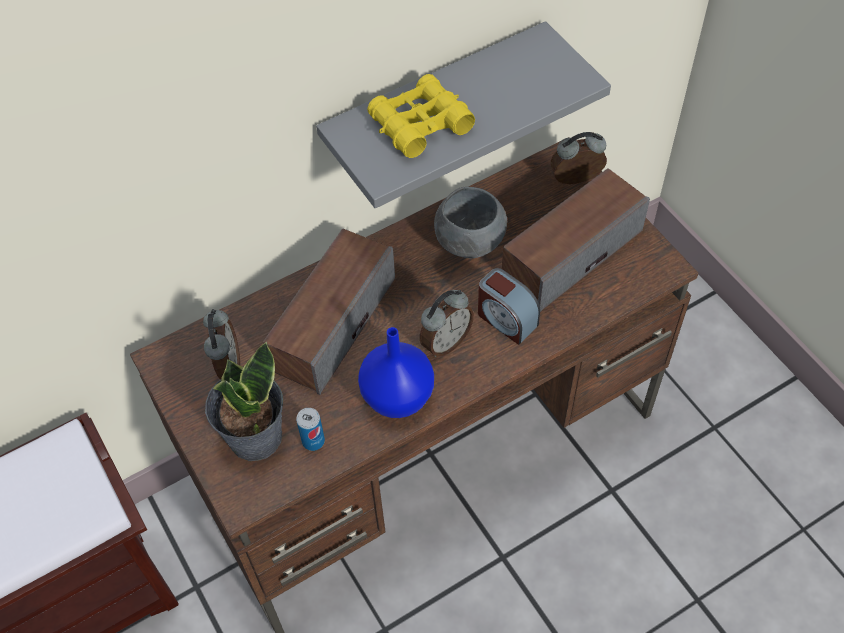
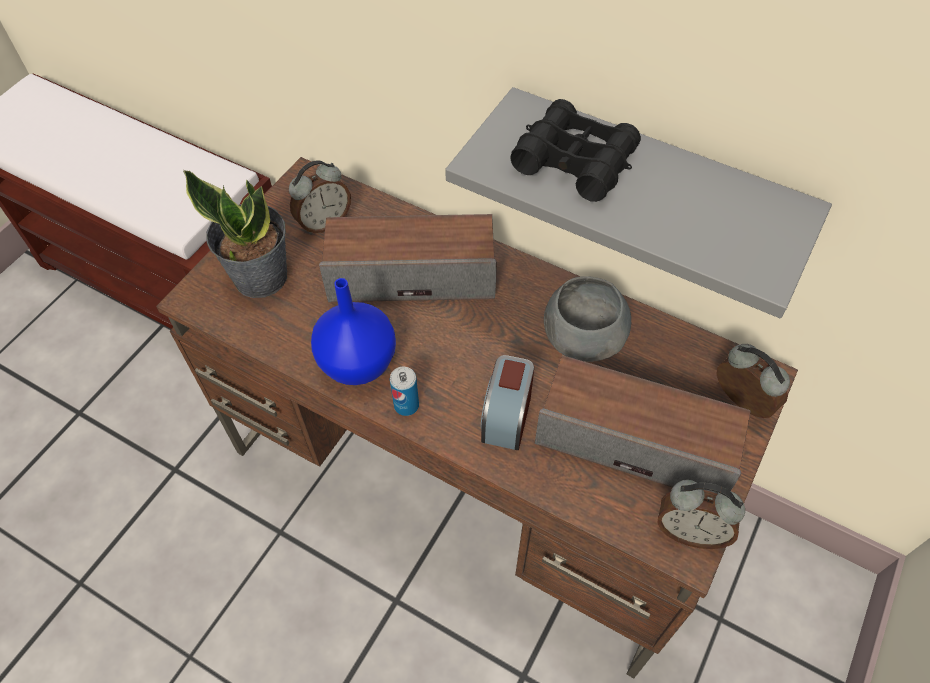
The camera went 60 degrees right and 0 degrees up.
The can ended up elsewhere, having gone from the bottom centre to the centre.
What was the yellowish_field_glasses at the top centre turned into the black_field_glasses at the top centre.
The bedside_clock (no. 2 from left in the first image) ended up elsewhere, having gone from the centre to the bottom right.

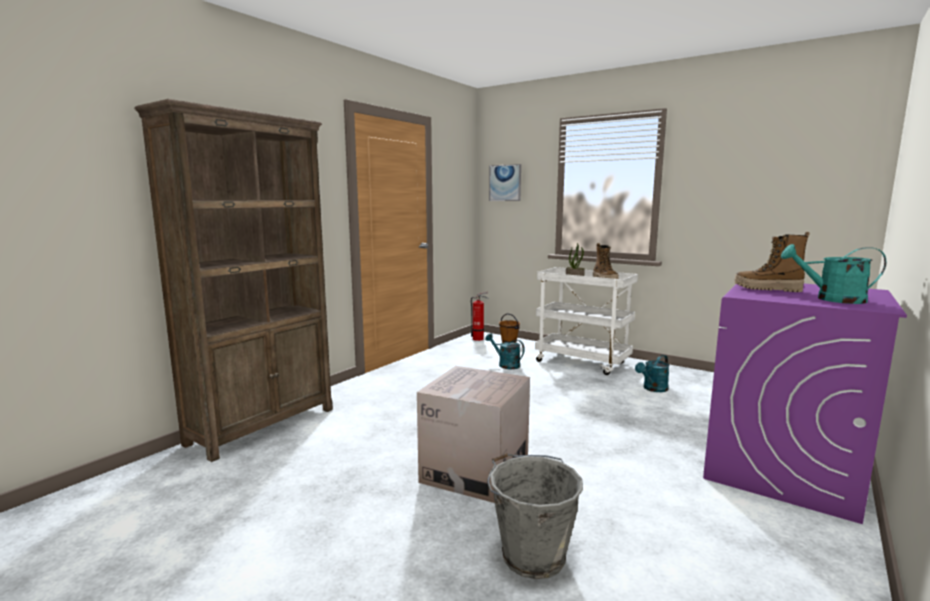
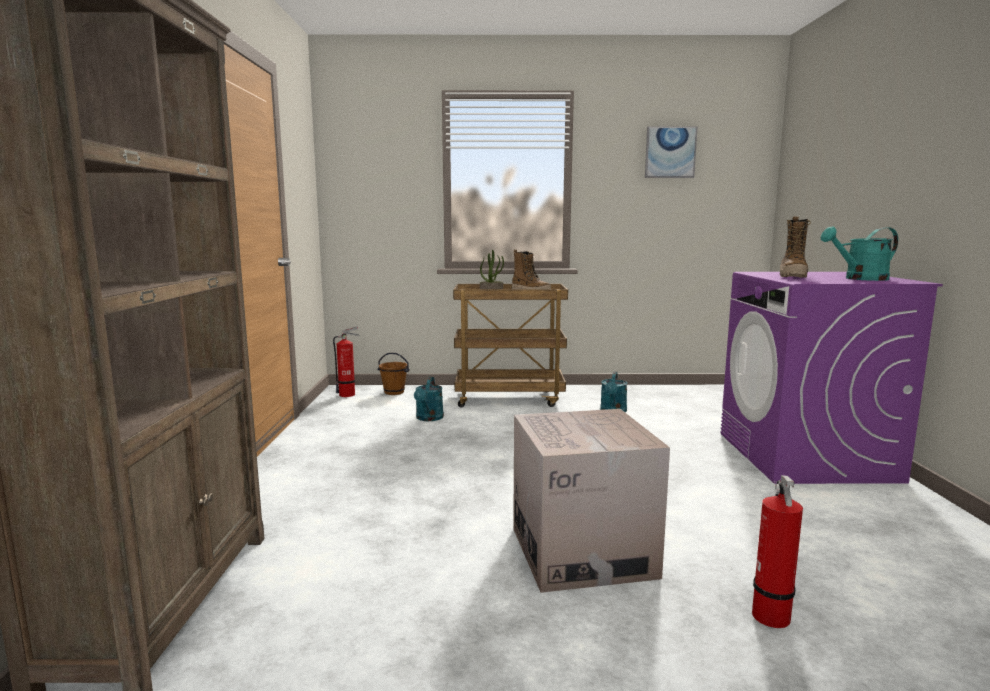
The camera went 35 degrees left and 0 degrees up.
The blue-green_watering_can (no. 1 from left) at the centre ended up facing another way, 90 degrees counterclockwise from before.
Where the gray_pail stood at the bottom centre, the extinguisher (no. 2 from left) came to stand at the bottom right.
The wall_picture ended up elsewhere, having gone from the top centre to the top right.
What was the white-coloured_cart at the centre turned into the brown-coloured_cart at the centre.
The high-top_boot (no. 2 from left) at the middle right ended up facing another way, 60 degrees counterclockwise from before.

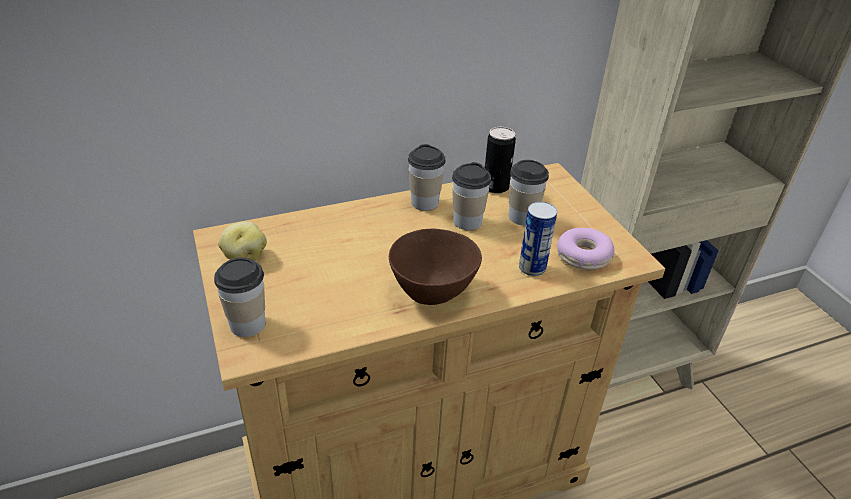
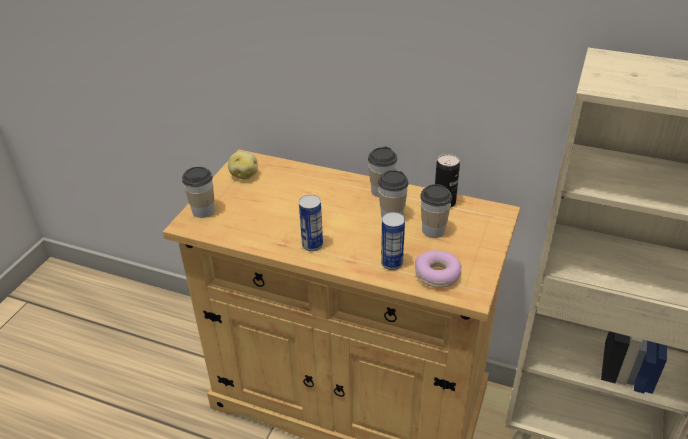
The camera went 45 degrees right and 0 degrees up.
Where the brown-coloured_deep_dish stood at the centre, the can (no. 1 from left) came to stand at the centre.

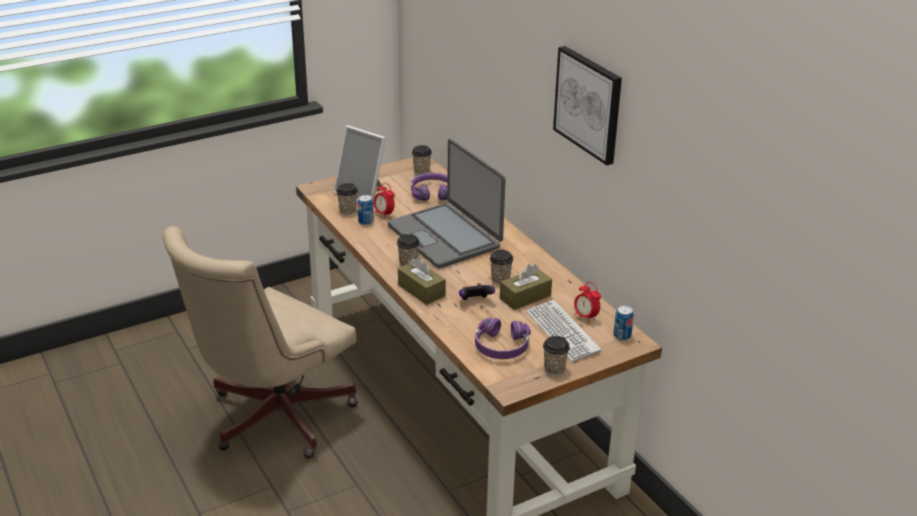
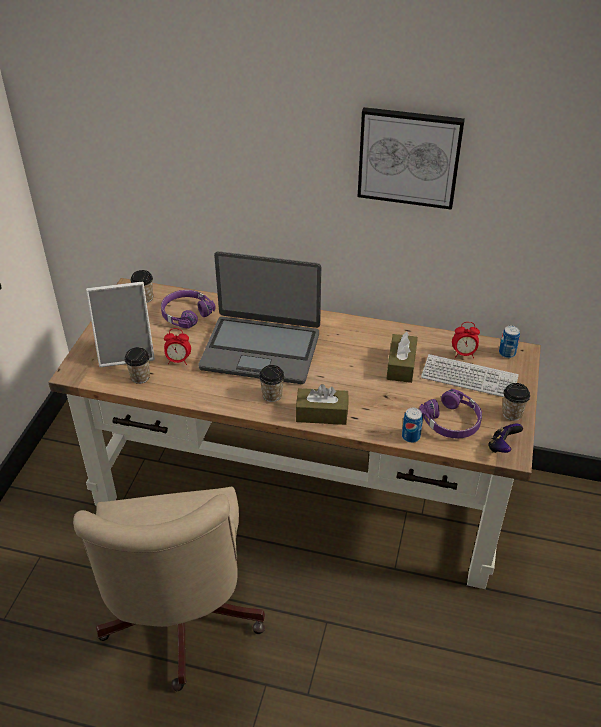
The camera went 45 degrees left and 10 degrees up.
The can (no. 1 from left) ended up elsewhere, having gone from the centre to the middle right.
The game_controller ended up elsewhere, having gone from the centre to the middle right.
The second view lost the drinking_cup (no. 4 from left) at the centre.

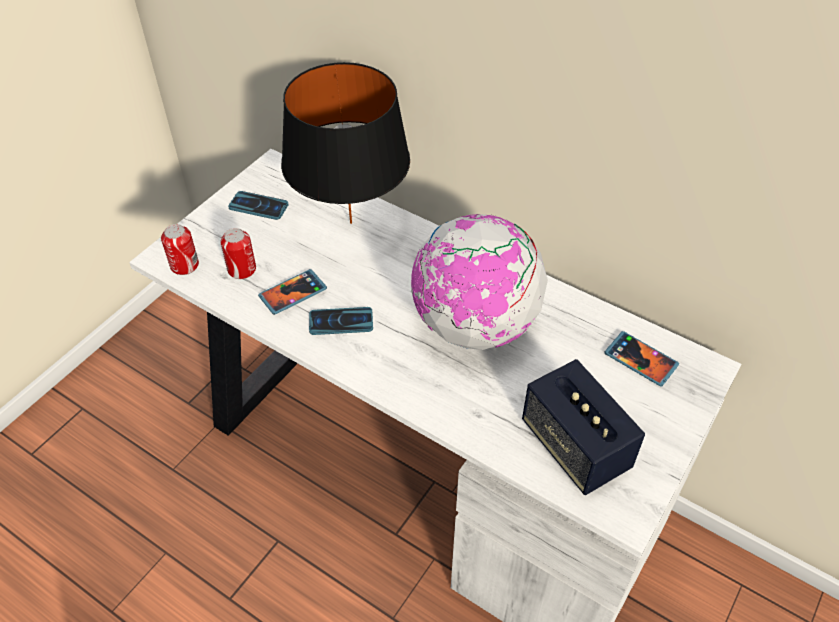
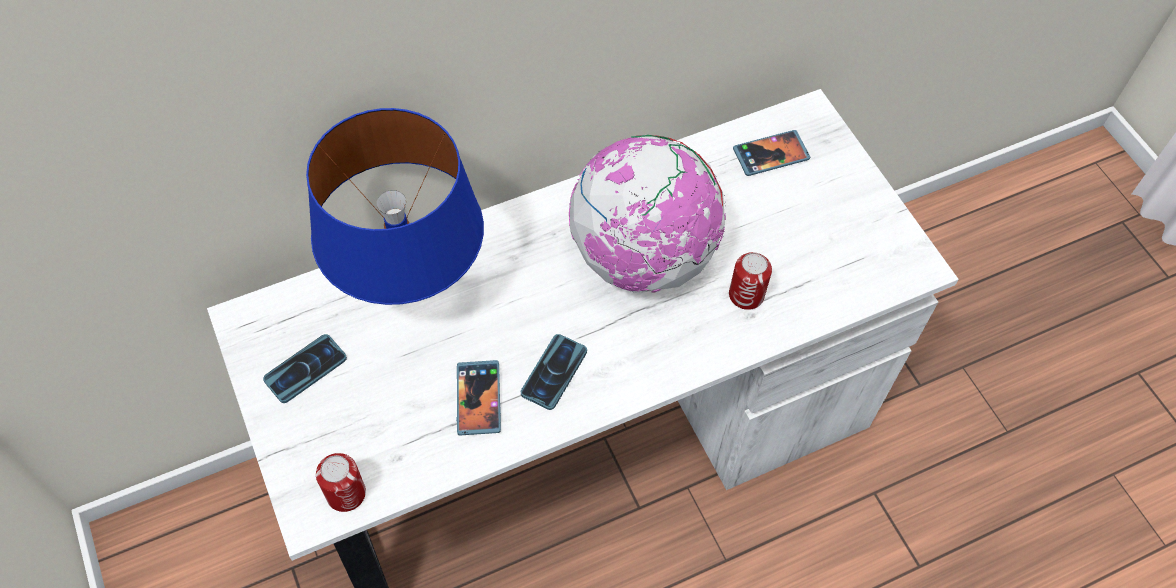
The camera went 60 degrees left and 10 degrees up.
The can (no. 2 from left) ended up elsewhere, having gone from the middle left to the centre.
What was the black_tabletop_lamp at the top centre turned into the blue_tabletop_lamp at the centre.
The second view lost the speaker at the bottom right.

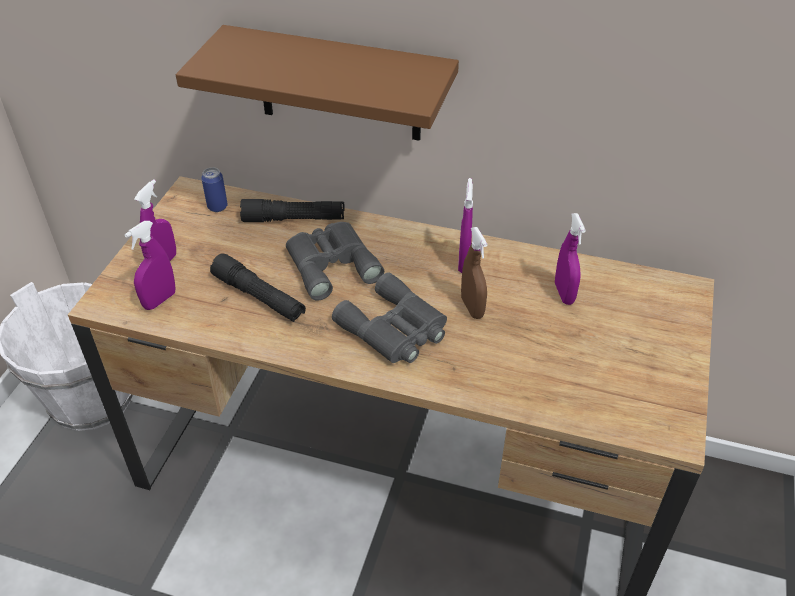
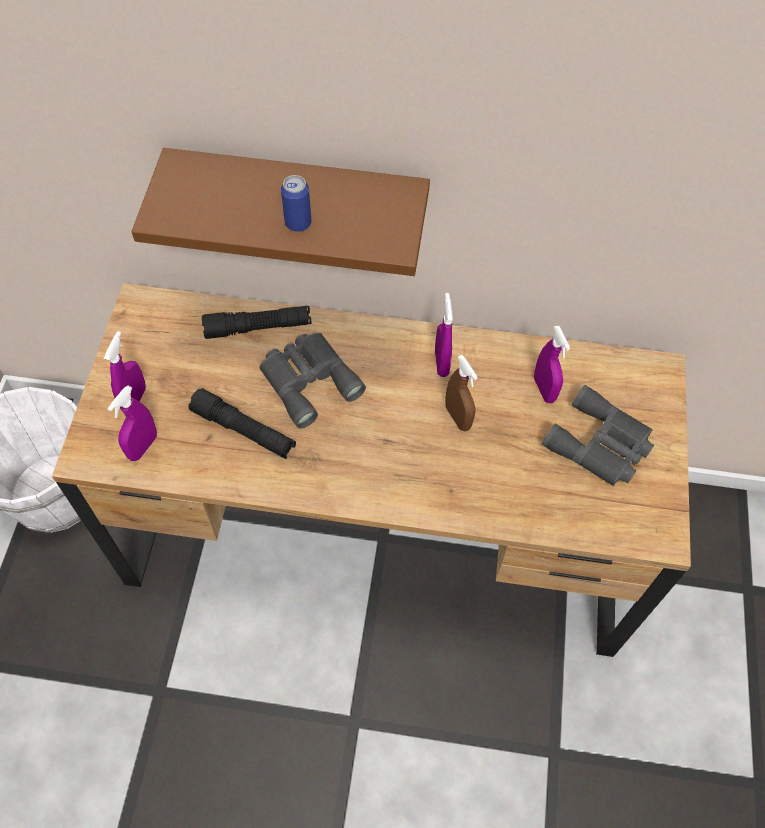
The camera went 10 degrees left and 15 degrees up.
The can ended up elsewhere, having gone from the top left to the top centre.
The gray_field_glasses (no. 2 from left) ended up elsewhere, having gone from the centre to the middle right.

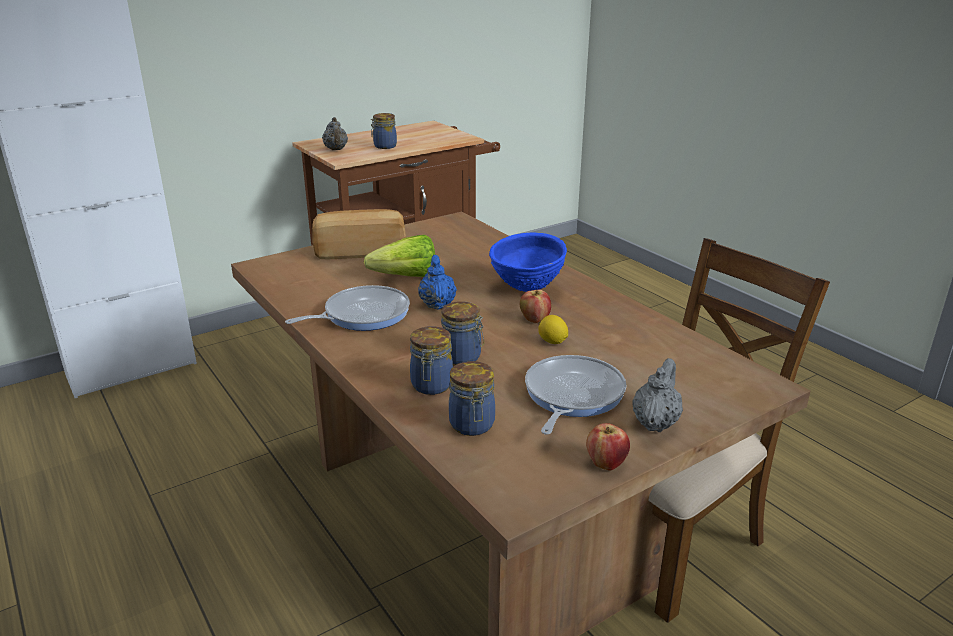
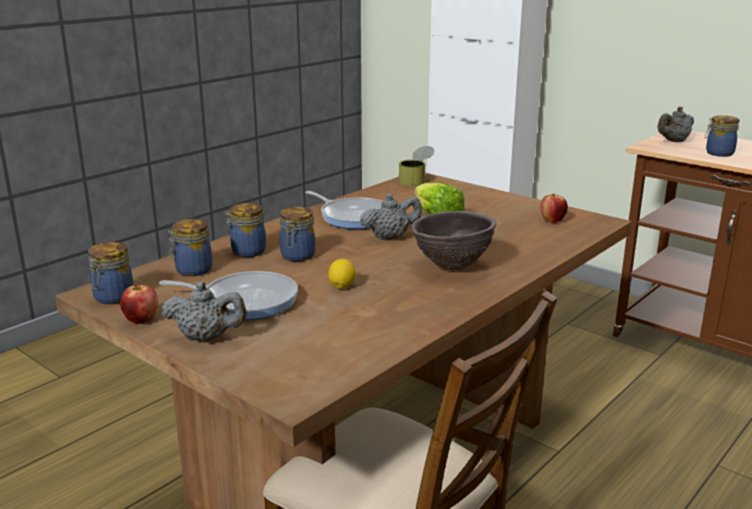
The camera went 75 degrees right and 5 degrees down.
The second view lost the baked_bread at the centre.
What was the blue_teapot at the centre turned into the gray_teapot (no. 2 from left) at the centre.
What was the blue_deep_dish at the centre turned into the brown-coloured_deep_dish at the centre.
The apple (no. 1 from left in the first image) ended up elsewhere, having gone from the centre to the middle right.
The second view gained the jar (no. 1 from left) at the middle left.
The second view gained the can at the top centre.

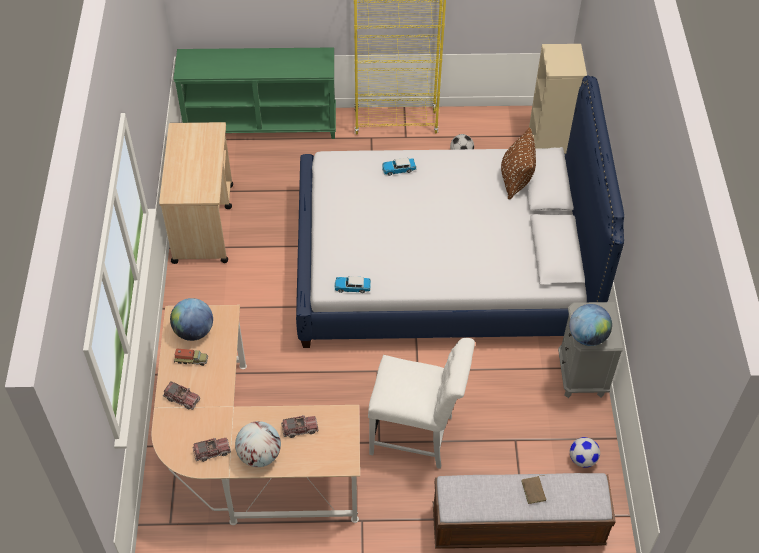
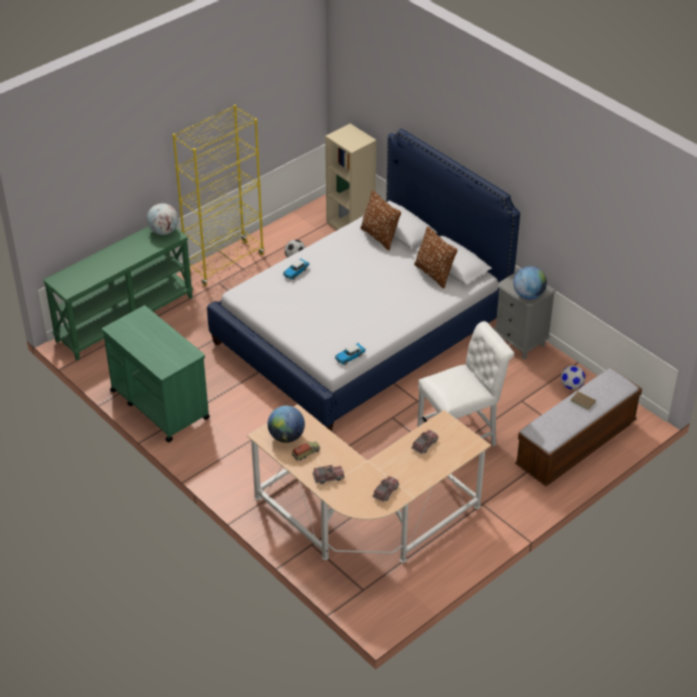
The camera went 40 degrees left and 10 degrees down.
What was the sand-coloured_cart at the middle left turned into the green_cart at the middle left.
The globe (no. 2 from left in the first image) ended up elsewhere, having gone from the bottom centre to the top left.
The second view gained the brown-coloured_throw_pillow (no. 2 from left) at the centre.

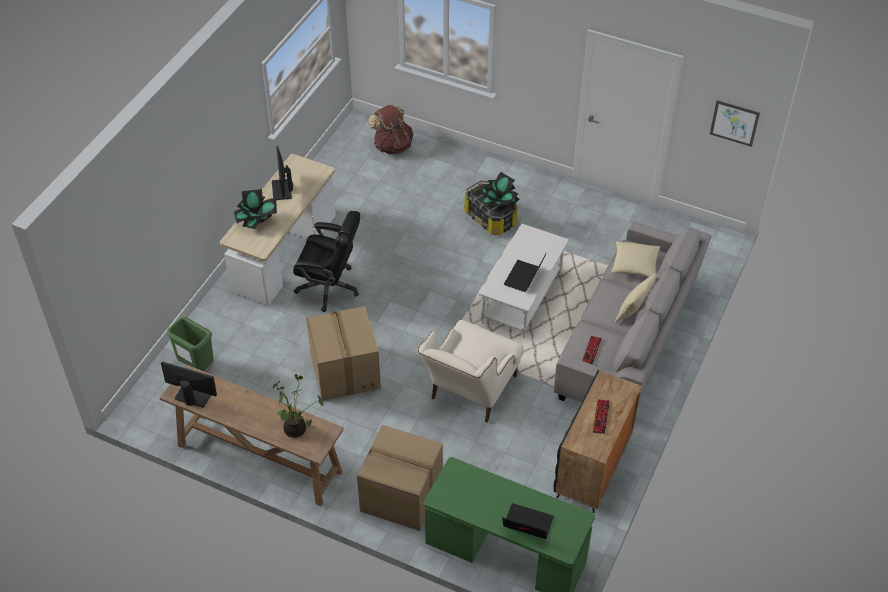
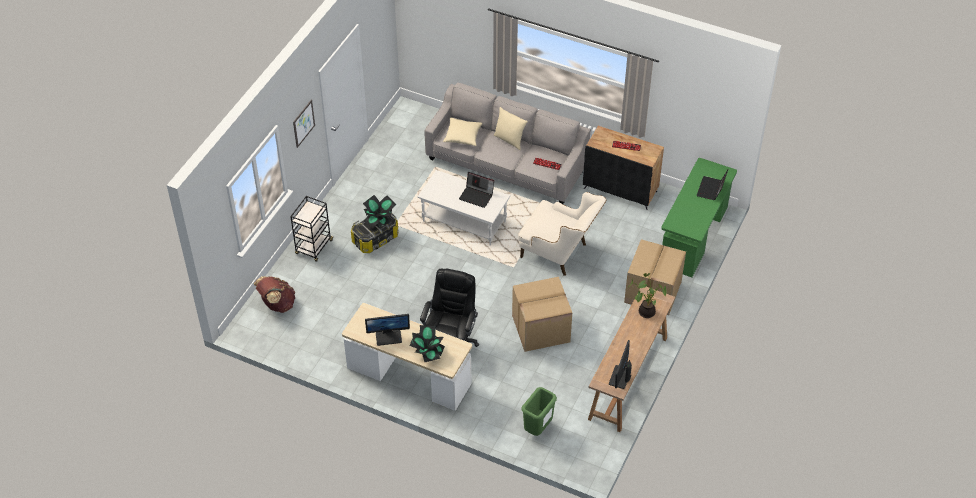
The camera went 90 degrees left and 0 degrees up.
The wall_picture ended up elsewhere, having gone from the top right to the top left.
The second view gained the black_cart at the middle left.

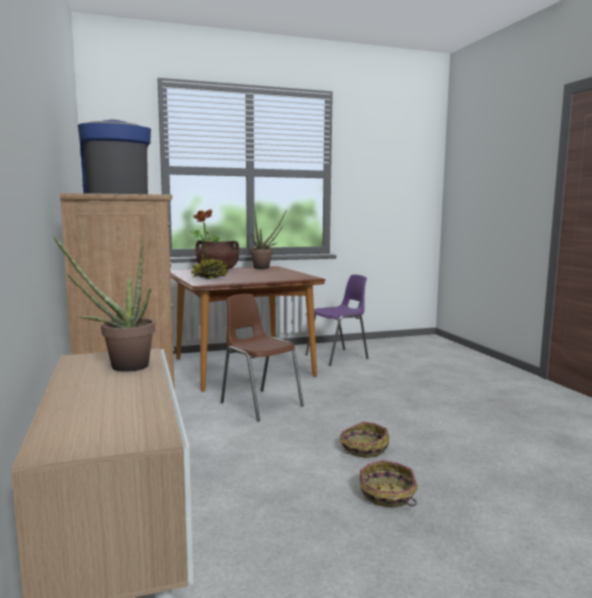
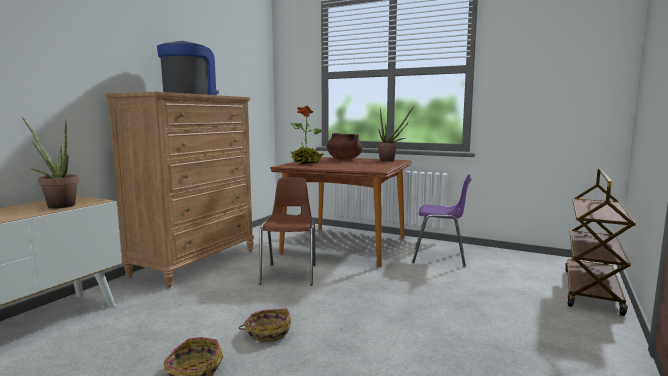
The camera went 45 degrees right and 0 degrees up.
The second view gained the brown-coloured_cart at the middle right.

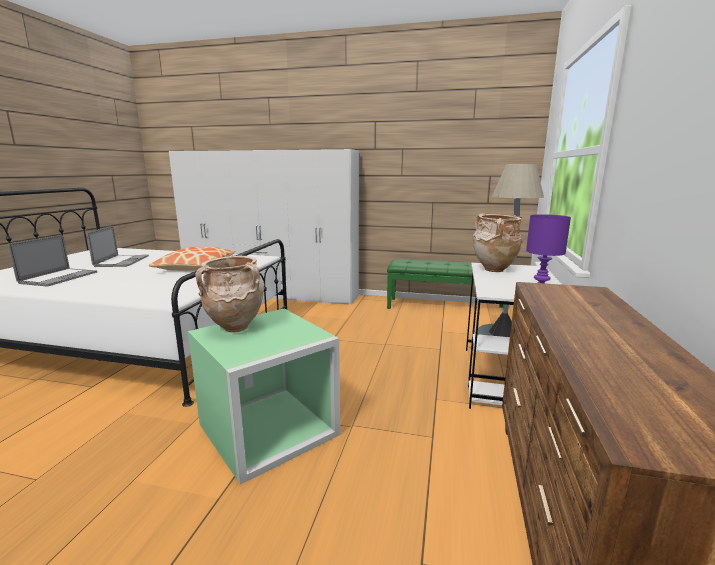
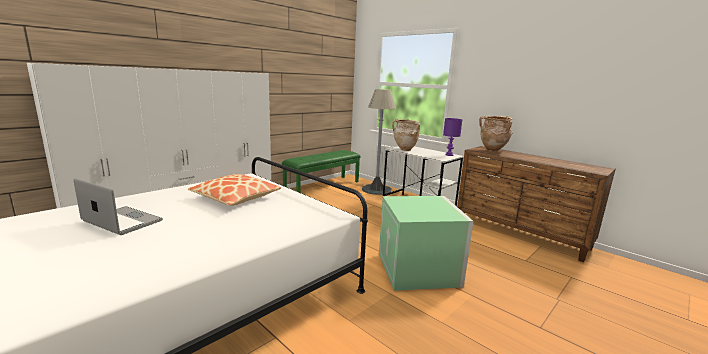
The camera went 60 degrees left and 0 degrees up.
The second view lost the laptop (no. 1 from left) at the middle left.
The sand-coloured_flower_vase (no. 1 from left in the first image) ended up elsewhere, having gone from the middle left to the middle right.

